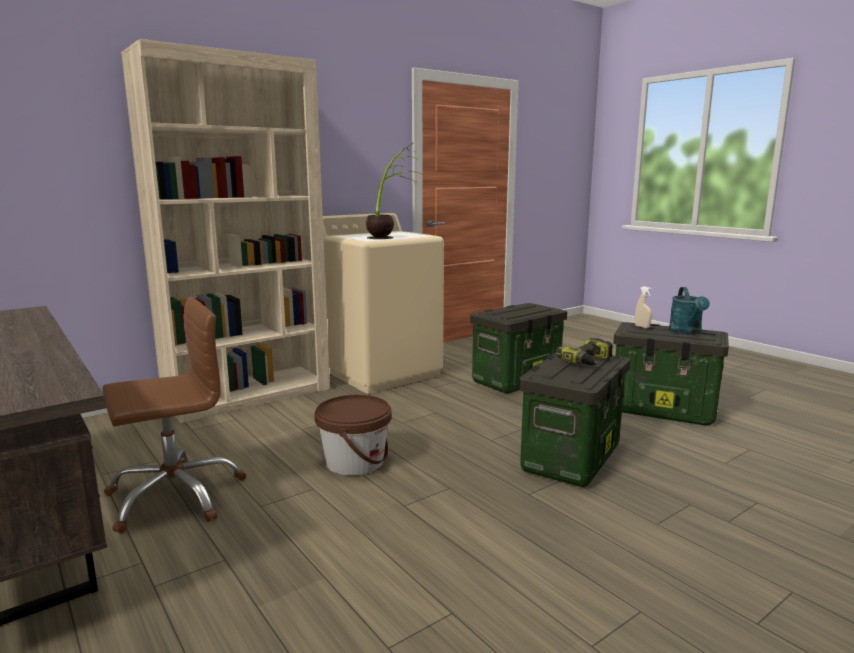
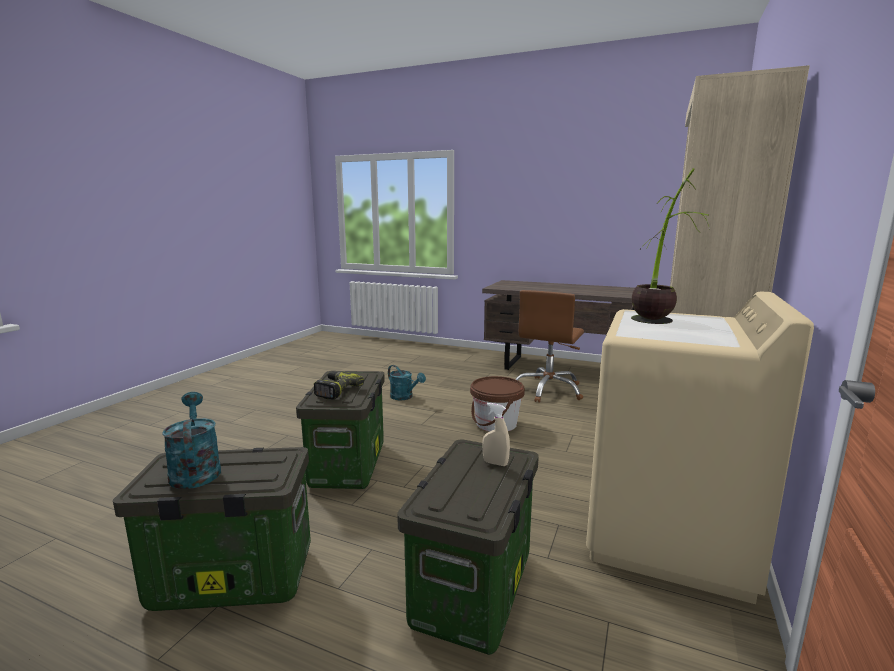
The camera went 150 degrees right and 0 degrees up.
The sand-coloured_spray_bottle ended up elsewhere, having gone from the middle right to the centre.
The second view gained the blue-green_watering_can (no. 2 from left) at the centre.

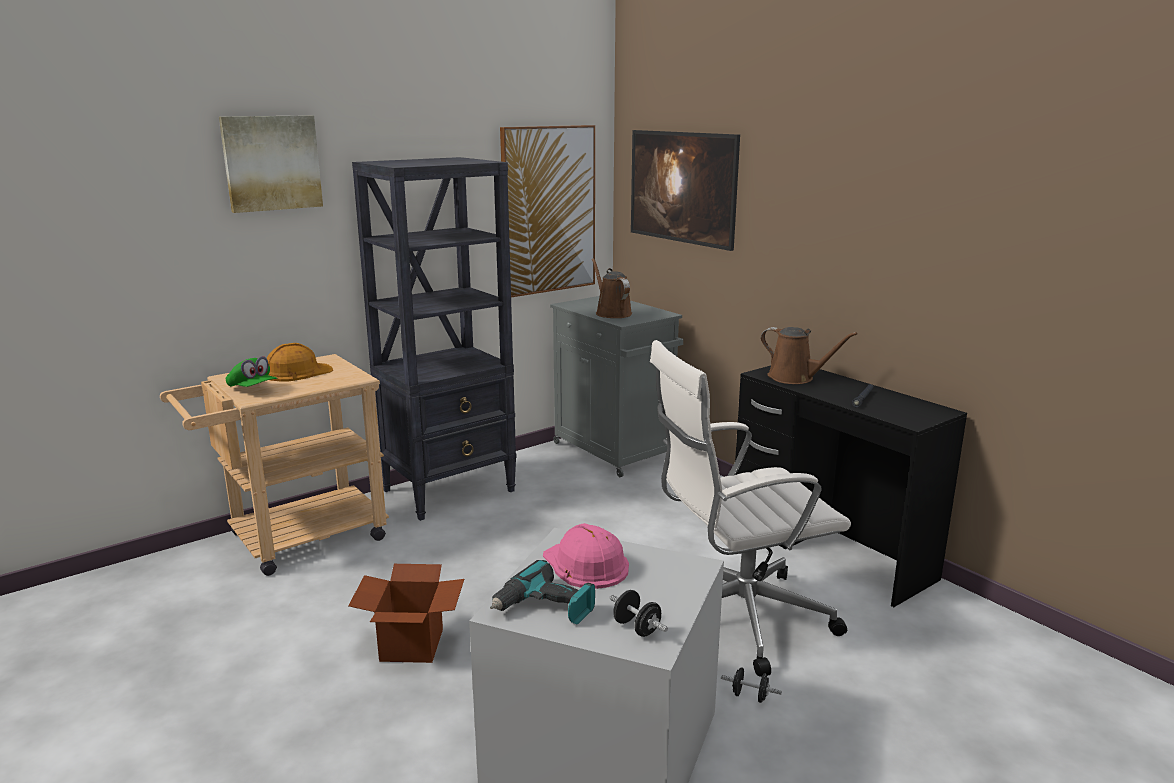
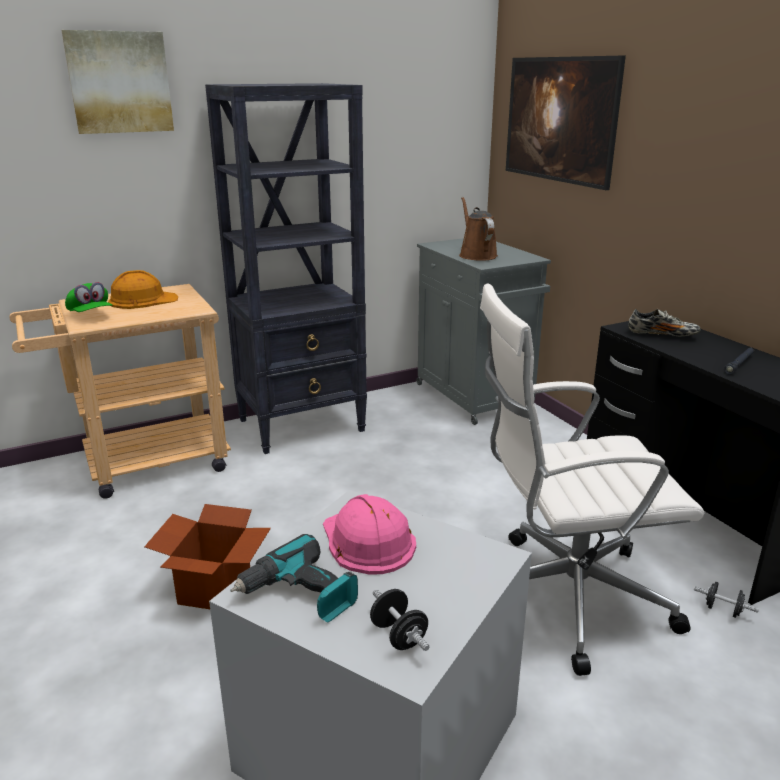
The camera went 10 degrees right and 5 degrees up.
The second view lost the wall_picture (no. 2 from left) at the top centre.
The black_dumbbell (no. 2 from left) ended up elsewhere, having gone from the bottom centre to the bottom right.
Where the brown-coloured_watering_can (no. 2 from left) stood at the middle right, the shoe came to stand at the middle right.

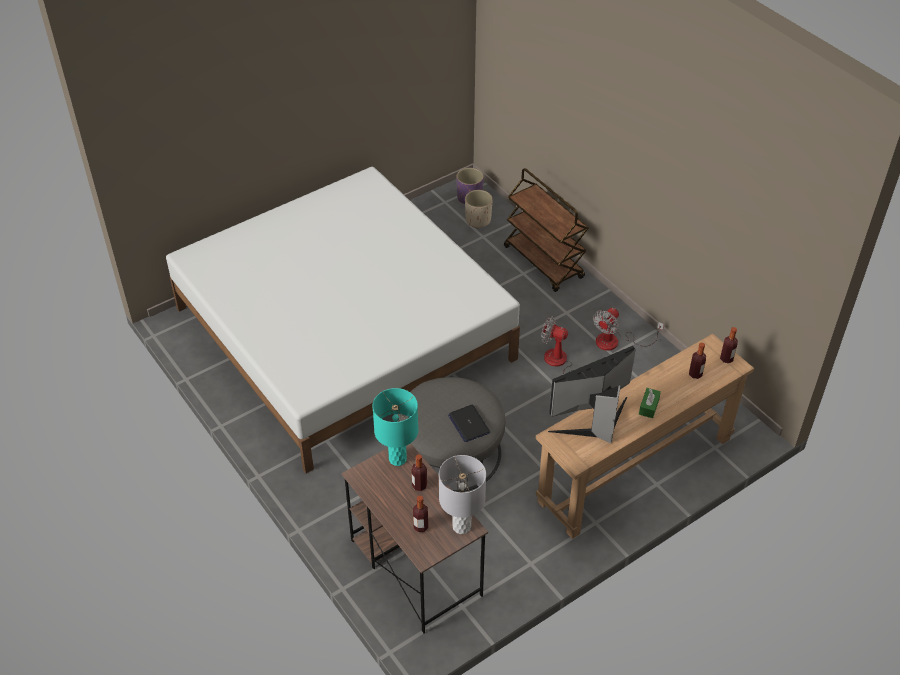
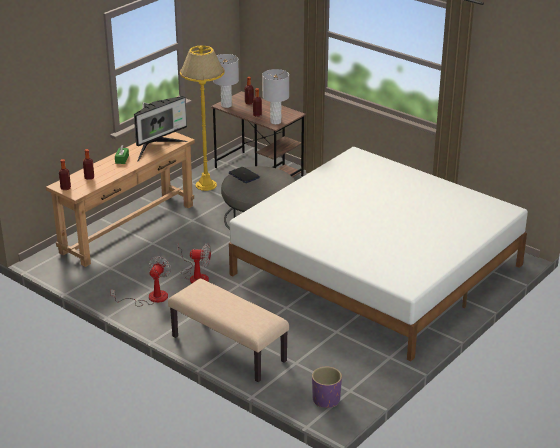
The camera went 165 degrees right and 15 degrees down.
What was the blue-green_tabletop_lamp at the centre turned into the gray_tabletop_lamp (no. 2 from left) at the top centre.
The second view lost the sand-coloured_plant_pot at the top centre.
Where the brown-coloured_cart stood at the centre, the sand-coloured_long_seat came to stand at the bottom centre.
The second view gained the yellowish_standing_lamp at the top centre.

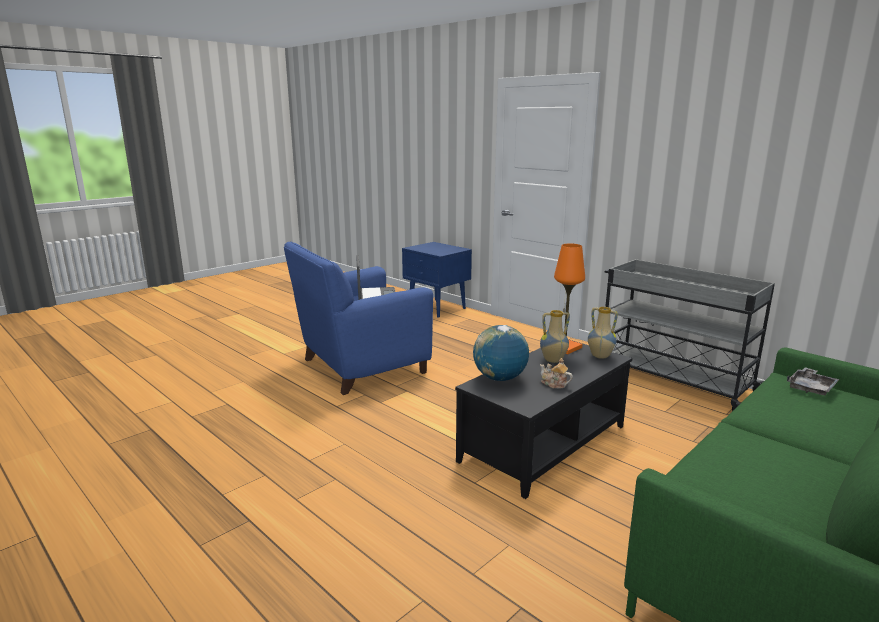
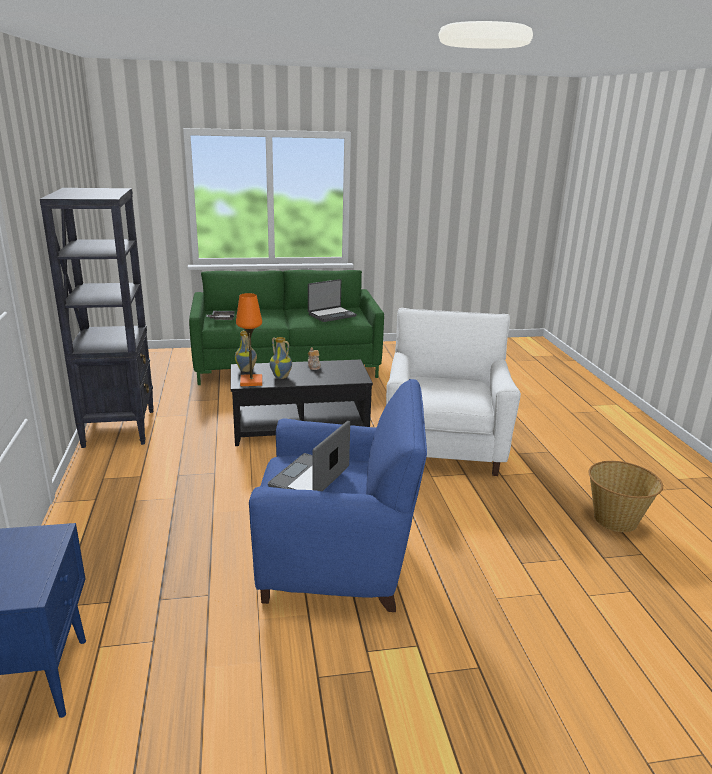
The camera went 145 degrees left and 5 degrees up.
The second view lost the globe at the centre.
Where the gray_cart stood at the middle right, the black_bookcase came to stand at the middle left.
The second view gained the laptop (no. 2 from left) at the centre.
The second view gained the white-coloured_easy_chair at the centre.
The second view gained the basket at the middle right.

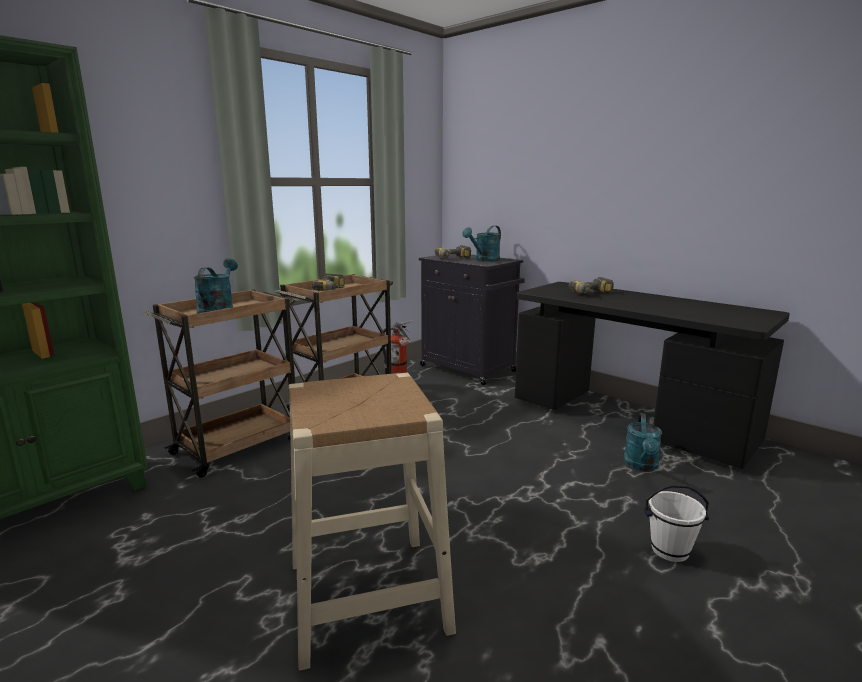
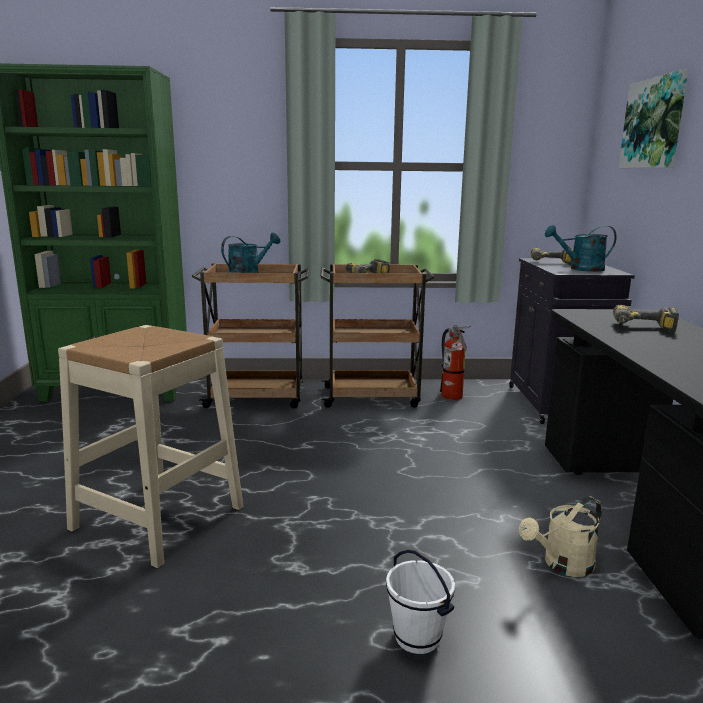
The camera went 45 degrees right and 0 degrees up.
What was the blue-green_watering_can (no. 3 from left) at the middle right turned into the sand-coloured_watering_can at the bottom right.
The second view gained the wall_picture at the top right.

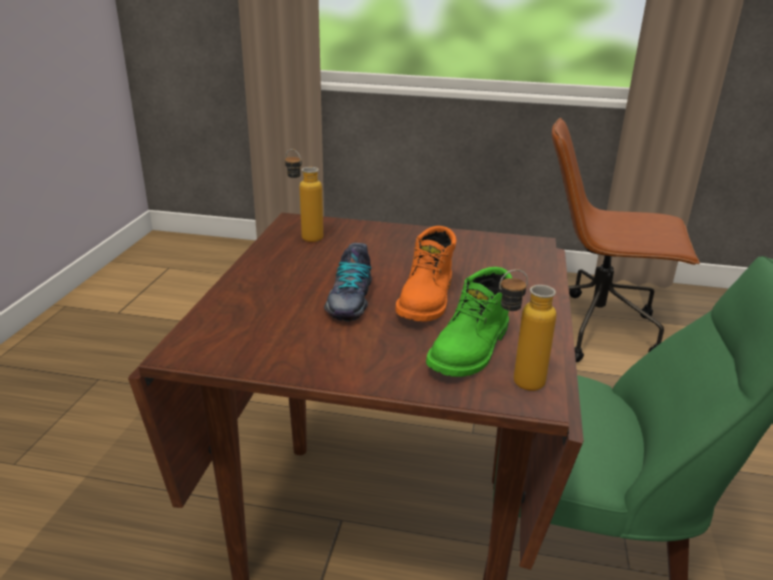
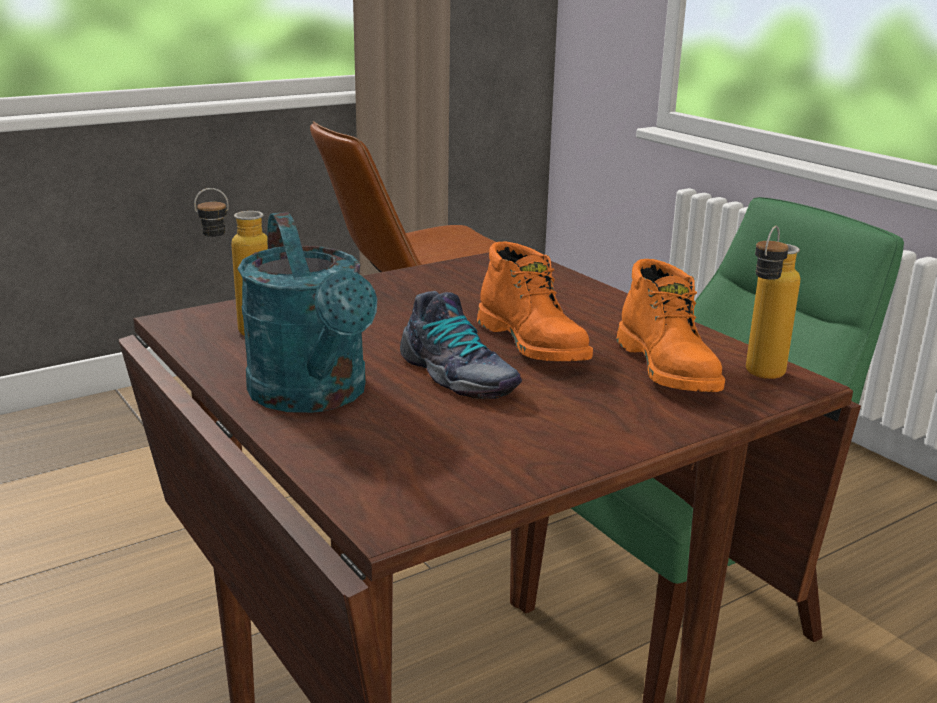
The camera went 45 degrees left and 5 degrees down.
What was the green_high-top_boot at the centre turned into the orange-coloured_high-top_boot (no. 2 from left) at the middle right.
The second view gained the blue-green_watering_can at the middle left.

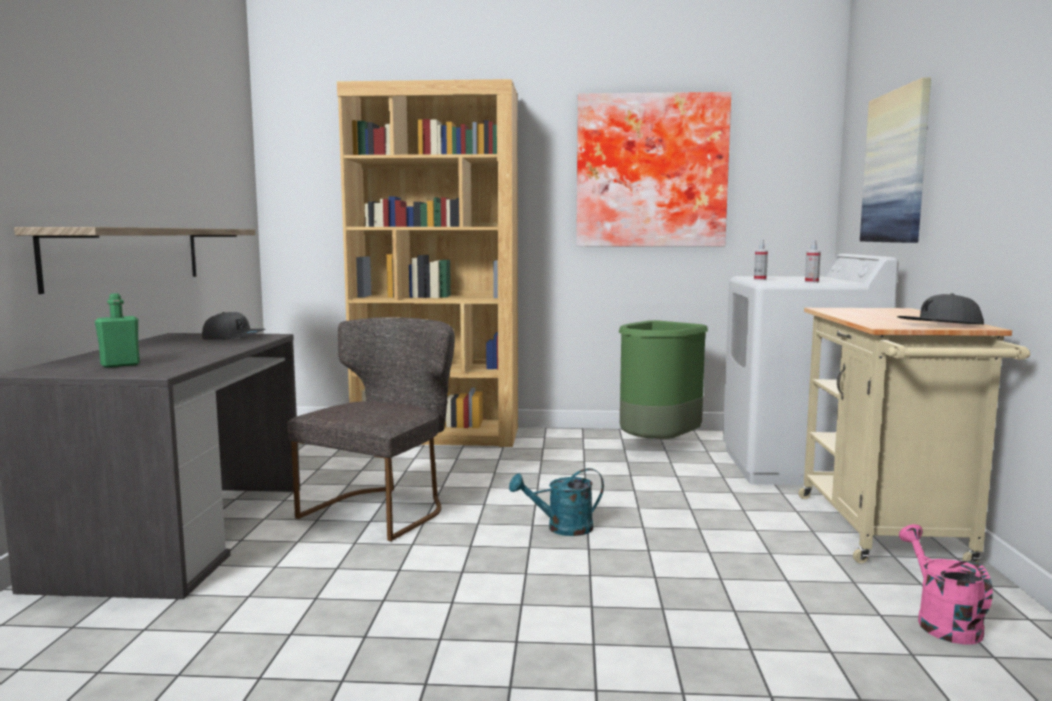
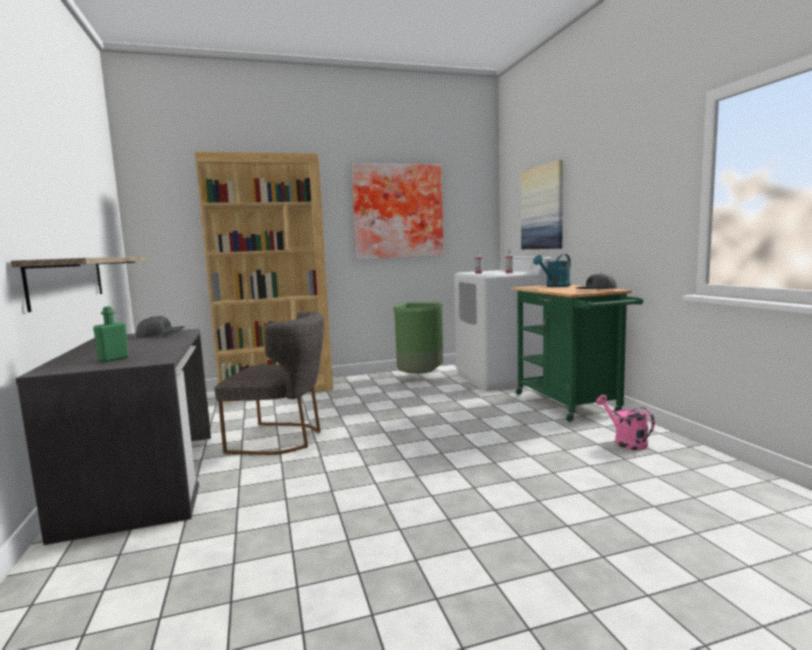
The camera went 20 degrees left and 0 degrees up.
The gray_upright_chair at the centre ended up facing another way, 90 degrees clockwise from before.
The blue-green_watering_can ended up elsewhere, having gone from the bottom centre to the middle right.
What was the sand-coloured_cart at the middle right turned into the green_cart at the middle right.

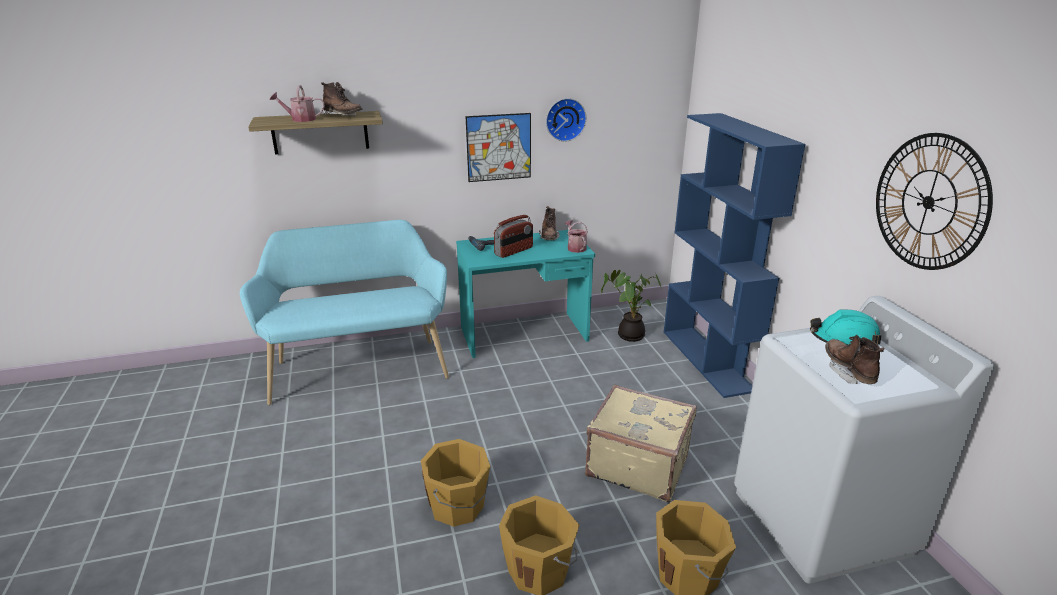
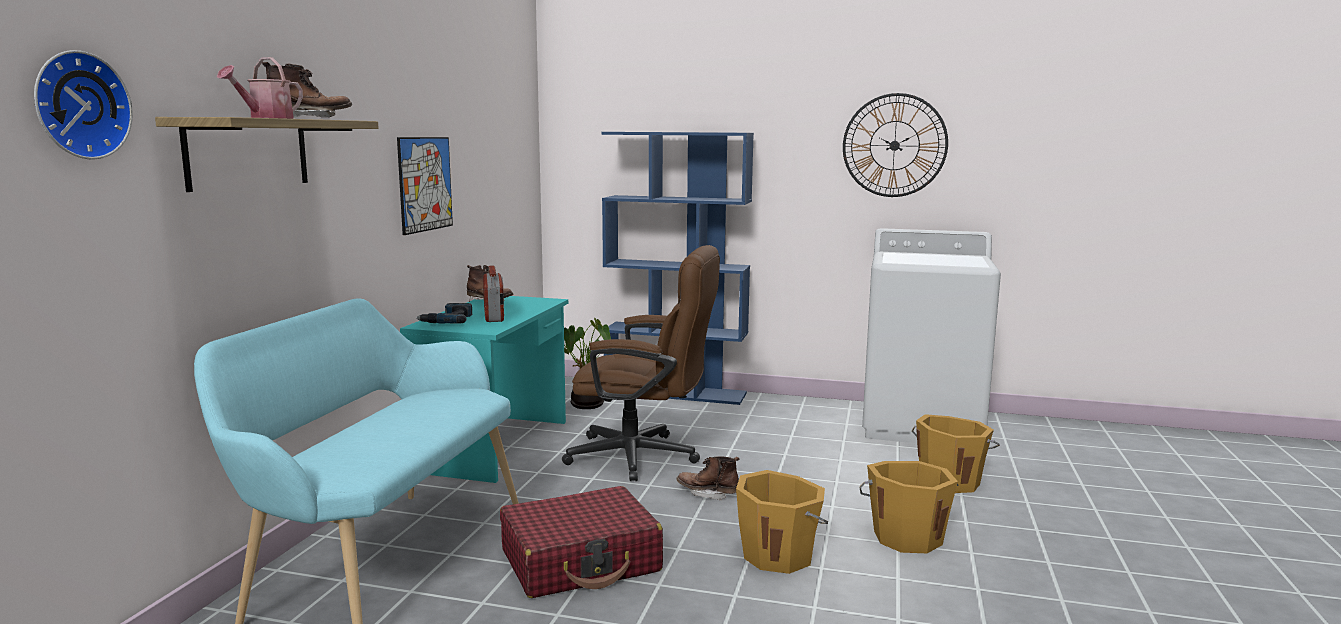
The camera went 60 degrees left and 15 degrees down.
The hanging_clock (no. 1 from left) ended up elsewhere, having gone from the top centre to the top left.
The second view lost the watering_can (no. 2 from left) at the centre.
The second view lost the sand-coloured_suitcase at the bottom centre.
The second view lost the blue-green_safety_helmet at the middle right.
The brown-coloured_high-top_boot (no. 3 from left) ended up elsewhere, having gone from the middle right to the bottom centre.
The second view gained the red-coloured_suitcase at the bottom centre.
The second view gained the brown-coloured_computer_chair at the centre.

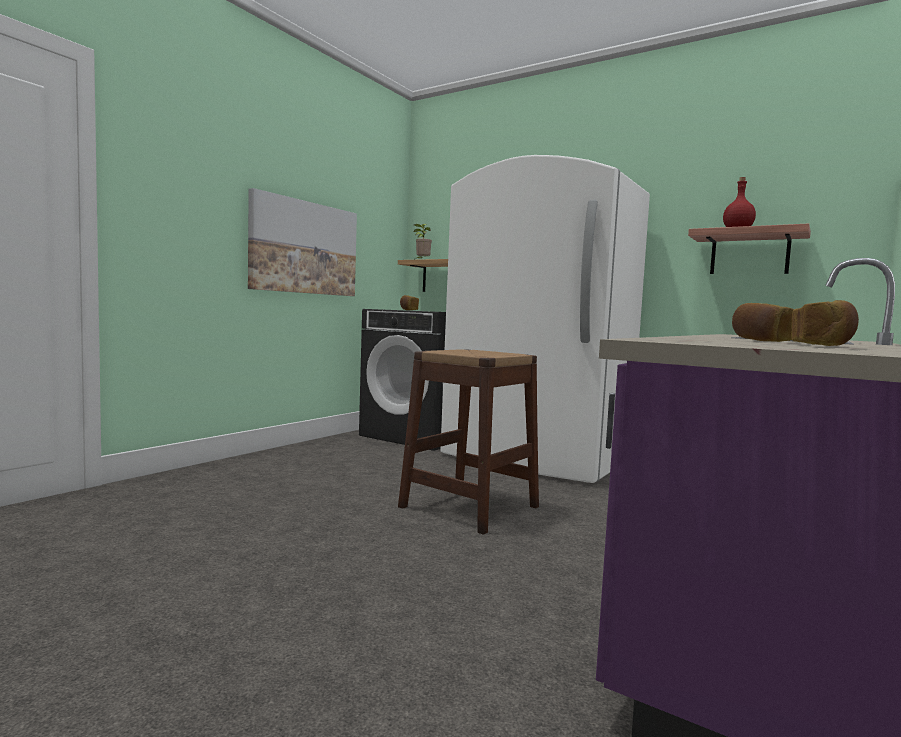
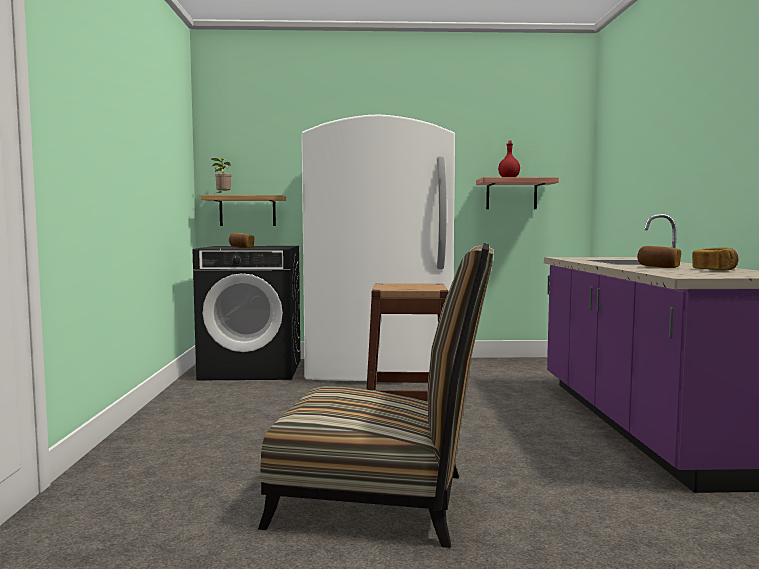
The camera went 35 degrees left and 0 degrees up.
The second view lost the wall_picture at the top centre.
The second view gained the upright_chair at the bottom centre.

